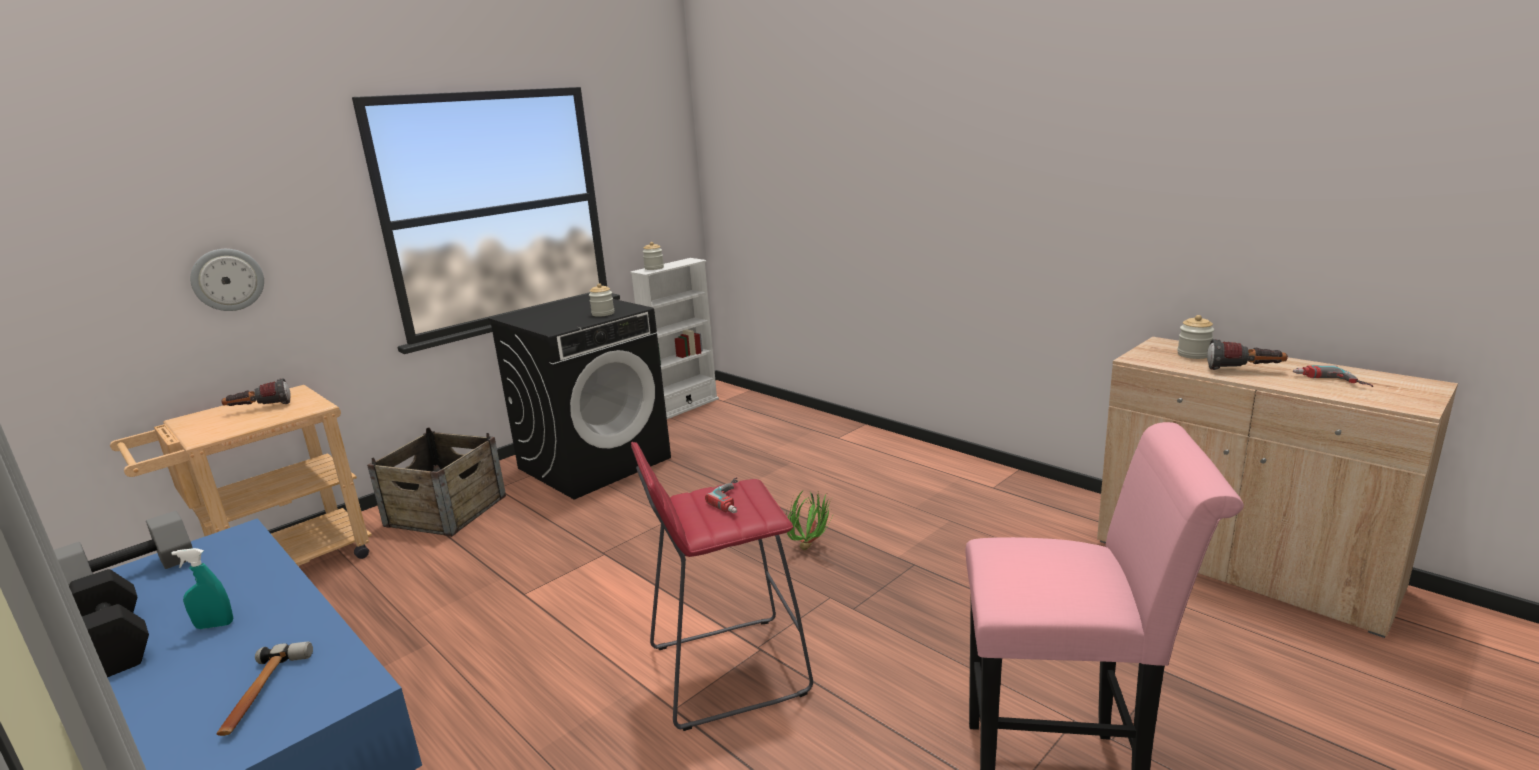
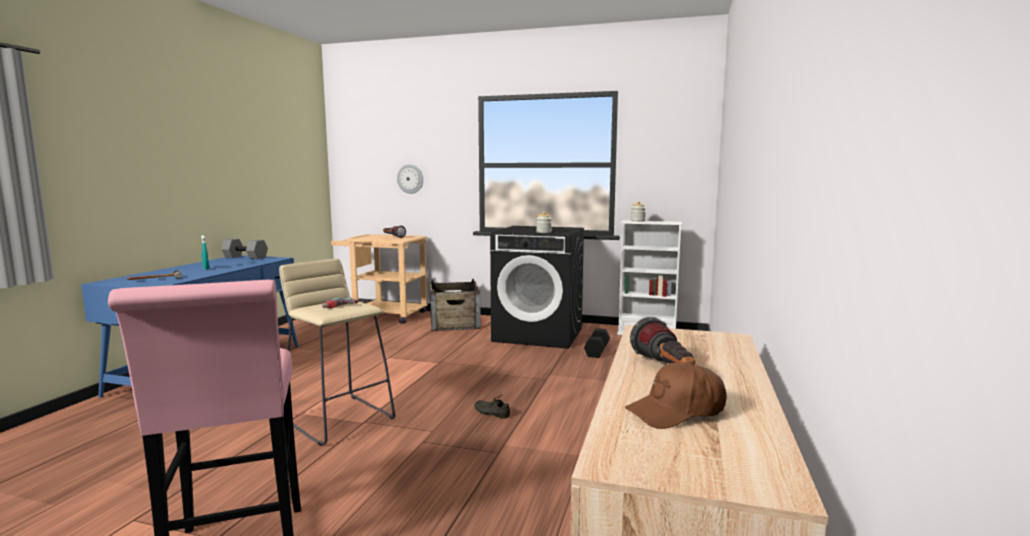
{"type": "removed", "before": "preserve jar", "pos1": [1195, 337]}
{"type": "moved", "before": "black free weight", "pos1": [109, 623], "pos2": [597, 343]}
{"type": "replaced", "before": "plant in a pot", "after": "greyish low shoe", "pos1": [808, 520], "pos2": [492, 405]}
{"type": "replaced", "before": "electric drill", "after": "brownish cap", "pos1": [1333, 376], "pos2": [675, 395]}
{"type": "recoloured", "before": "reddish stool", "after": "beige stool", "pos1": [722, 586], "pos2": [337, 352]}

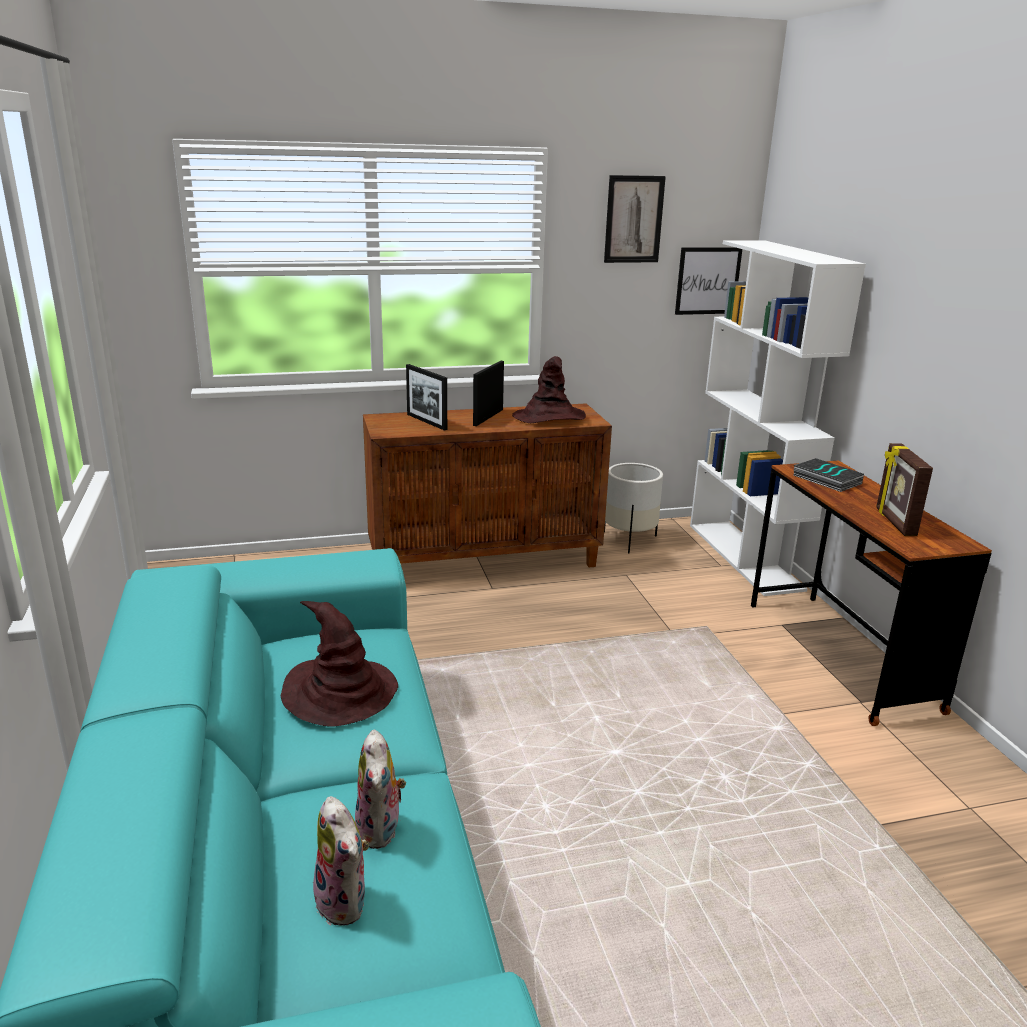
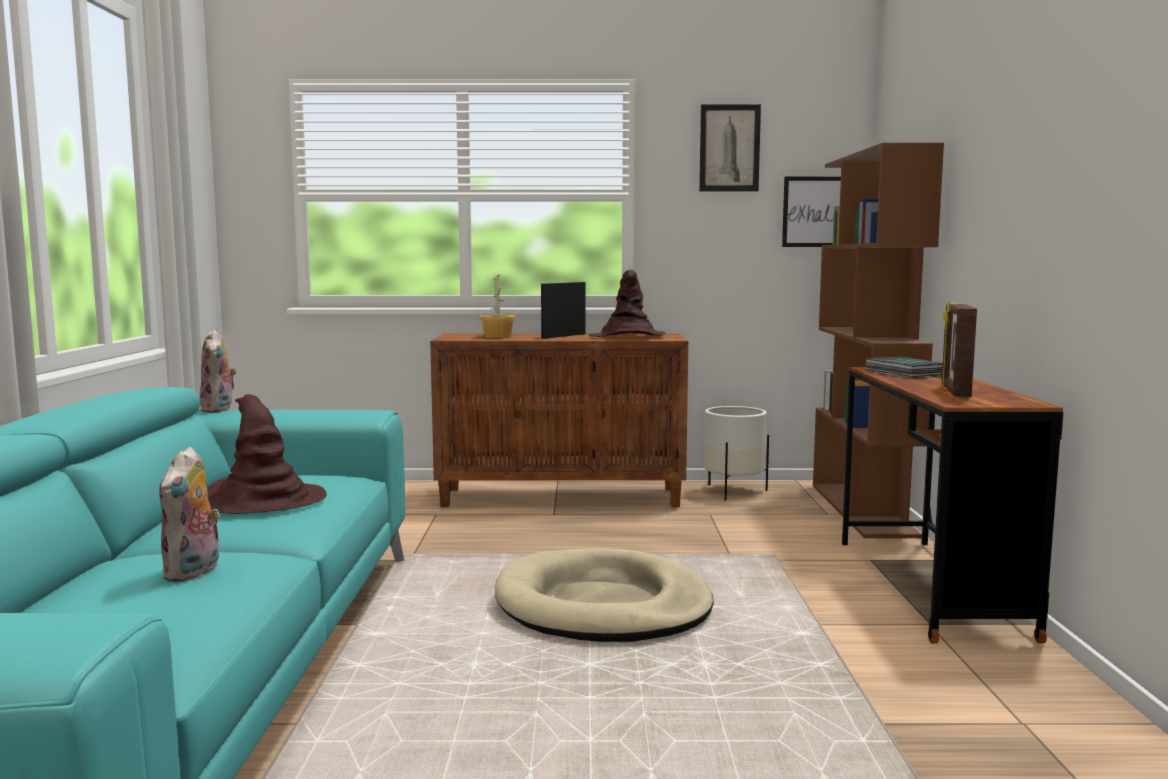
{"type": "added", "after": "beige pet bed", "pos2": [604, 595]}
{"type": "moved", "before": "soft toy", "pos1": [341, 861], "pos2": [218, 371]}
{"type": "replaced", "before": "photo frame", "after": "plant in a pot", "pos1": [426, 397], "pos2": [497, 306]}
{"type": "recoloured", "before": "white shelving unit", "after": "brownish shelving unit", "pos1": [778, 418], "pos2": [878, 340]}

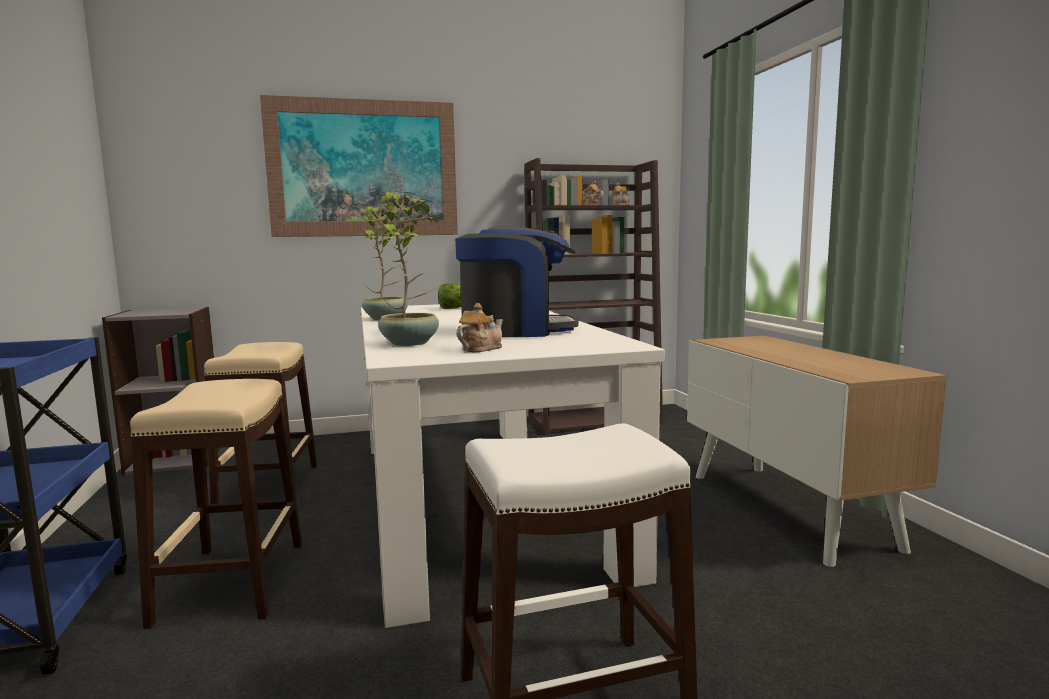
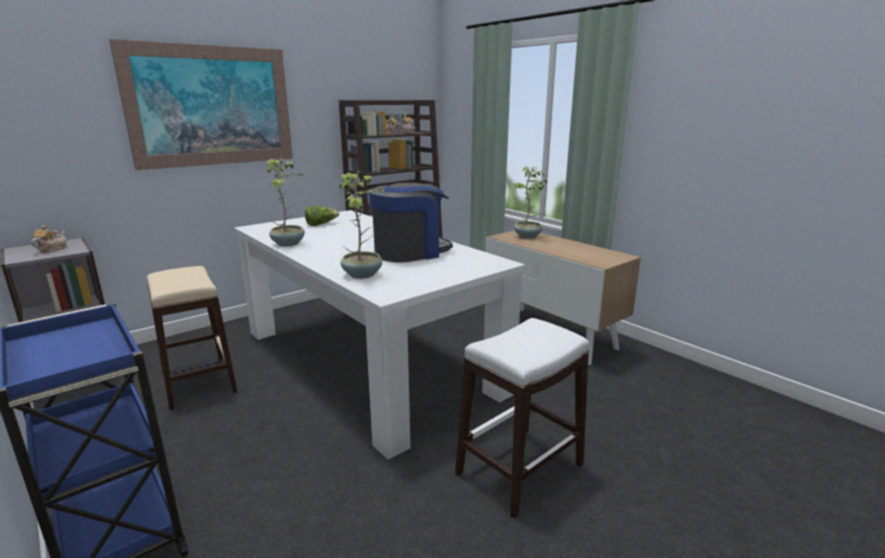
{"type": "removed", "before": "beige stool", "pos1": [216, 504]}
{"type": "added", "after": "plant in a pot", "pos2": [530, 202]}
{"type": "moved", "before": "pot for tea", "pos1": [479, 327], "pos2": [49, 239]}

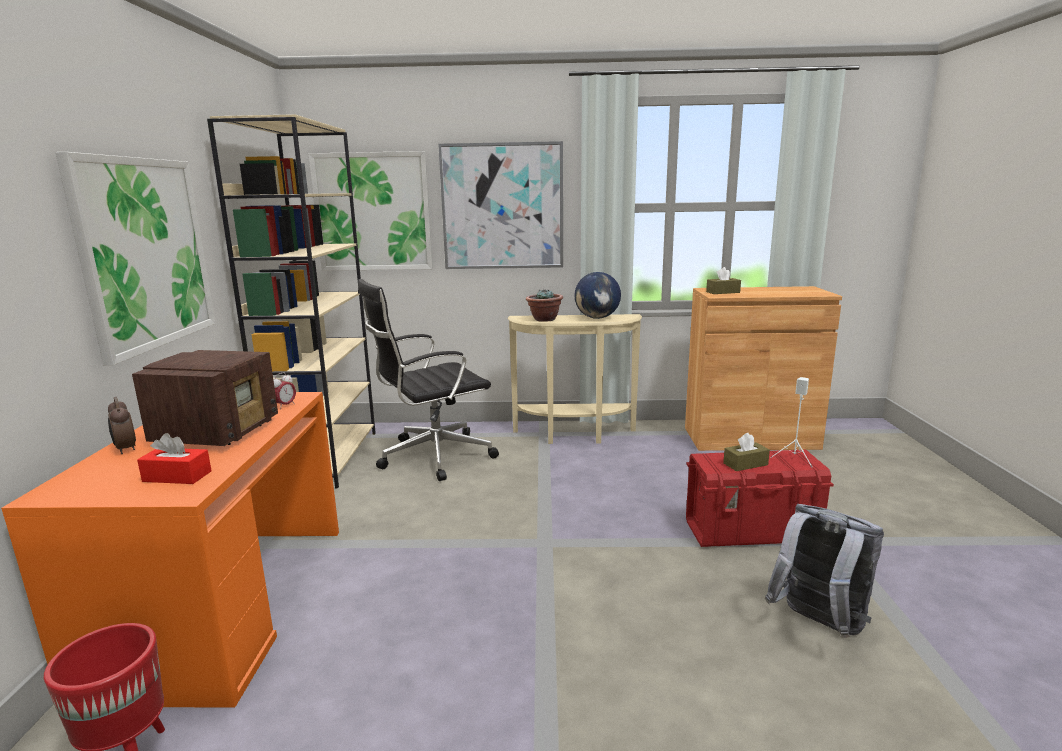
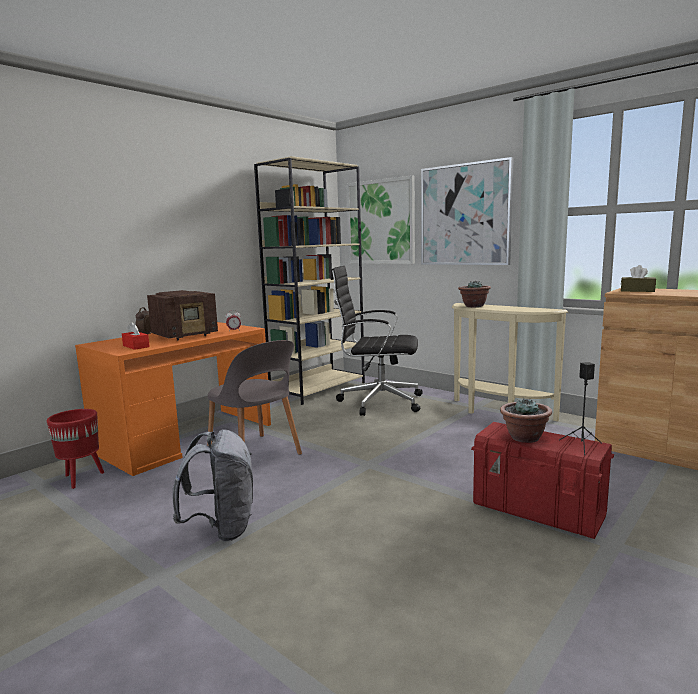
{"type": "removed", "before": "picture", "pos1": [136, 258]}
{"type": "removed", "before": "world globe", "pos1": [597, 295]}
{"type": "added", "after": "greyish chair", "pos2": [254, 397]}
{"type": "moved", "before": "greyish rucksack", "pos1": [824, 571], "pos2": [213, 485]}
{"type": "replaced", "before": "brownish box of tissues", "after": "plant in a pot", "pos1": [746, 452], "pos2": [526, 420]}
{"type": "recoloured", "before": "white loudspeaker", "after": "black loudspeaker", "pos1": [791, 422], "pos2": [580, 408]}

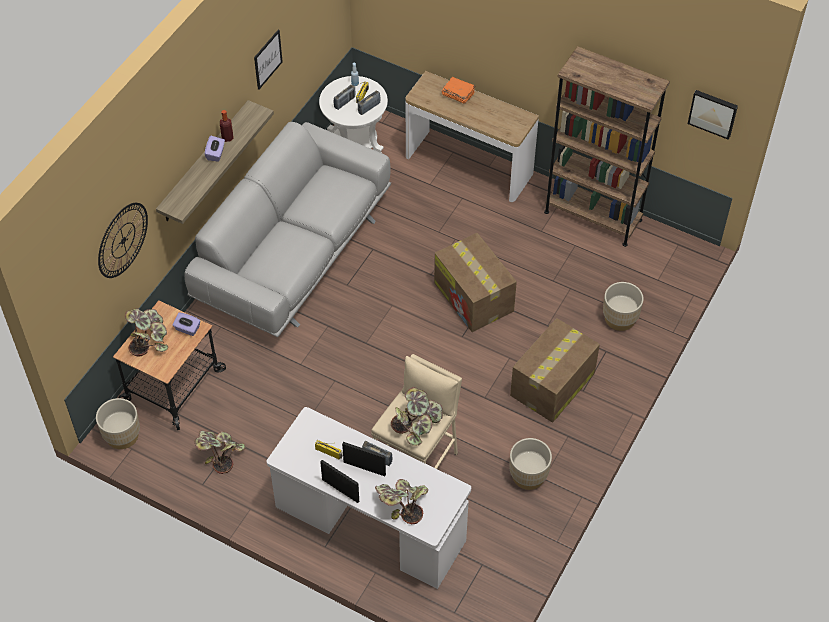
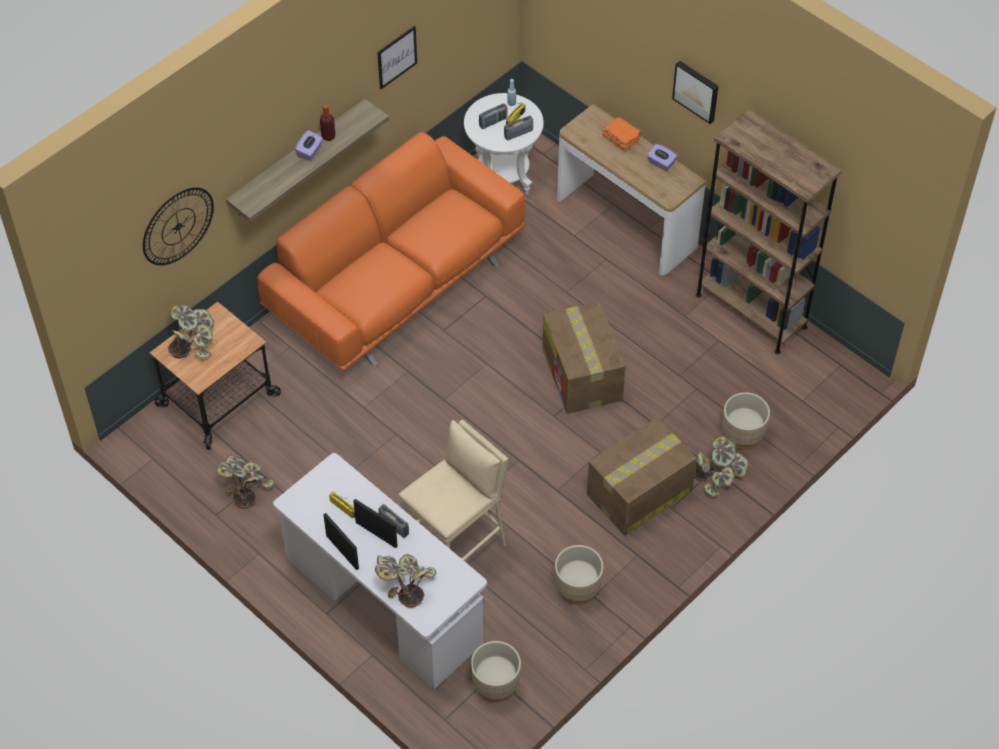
{"type": "moved", "before": "beige planter", "pos1": [118, 423], "pos2": [496, 672]}
{"type": "moved", "before": "purple-coloured box of tissues", "pos1": [186, 324], "pos2": [662, 157]}
{"type": "moved", "before": "plant in a pot", "pos1": [417, 416], "pos2": [721, 466]}
{"type": "moved", "before": "picture", "pos1": [713, 115], "pos2": [695, 92]}
{"type": "recoloured", "before": "greyish settee", "after": "orange settee", "pos1": [287, 229], "pos2": [391, 251]}

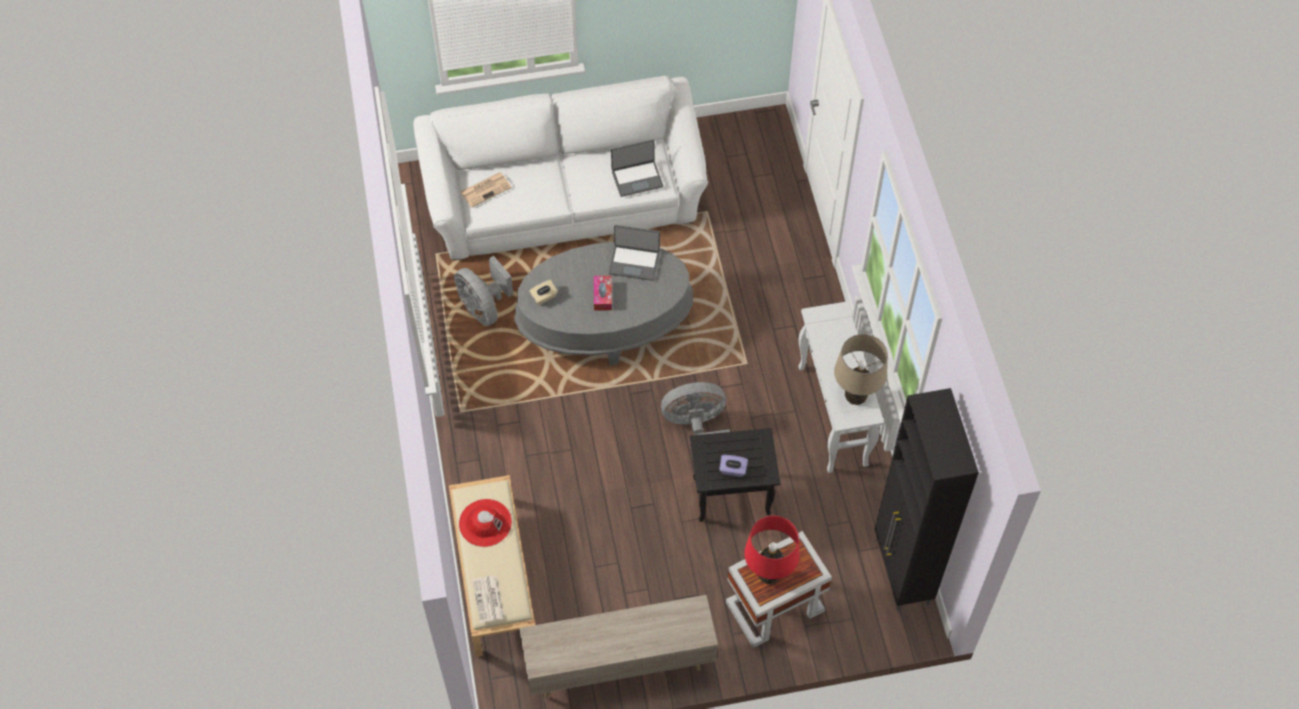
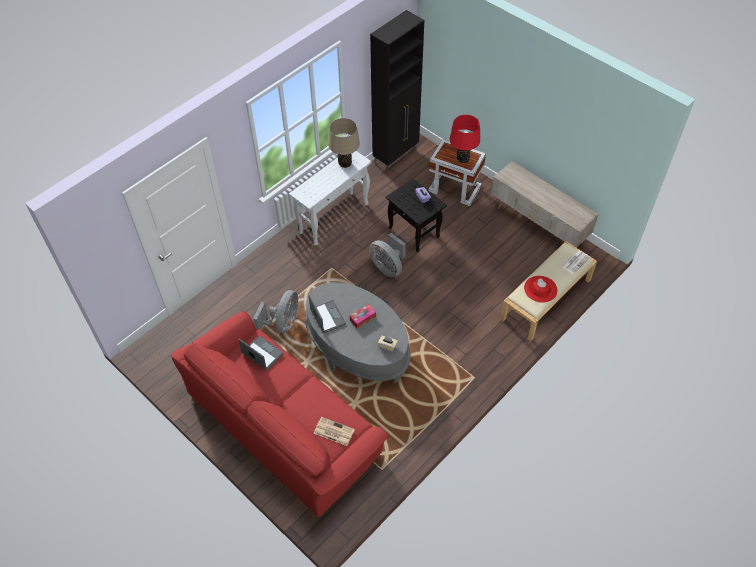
{"type": "moved", "before": "greyish cooling fan", "pos1": [483, 291], "pos2": [275, 311]}
{"type": "recoloured", "before": "white settee", "after": "reddish settee", "pos1": [560, 168], "pos2": [280, 414]}

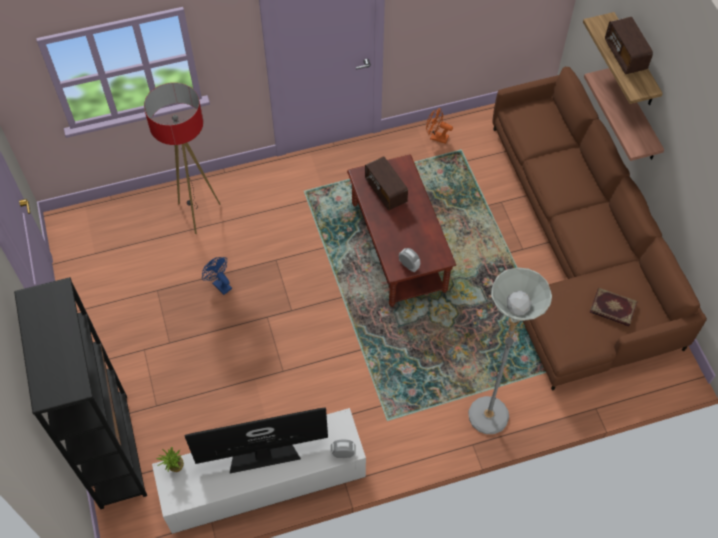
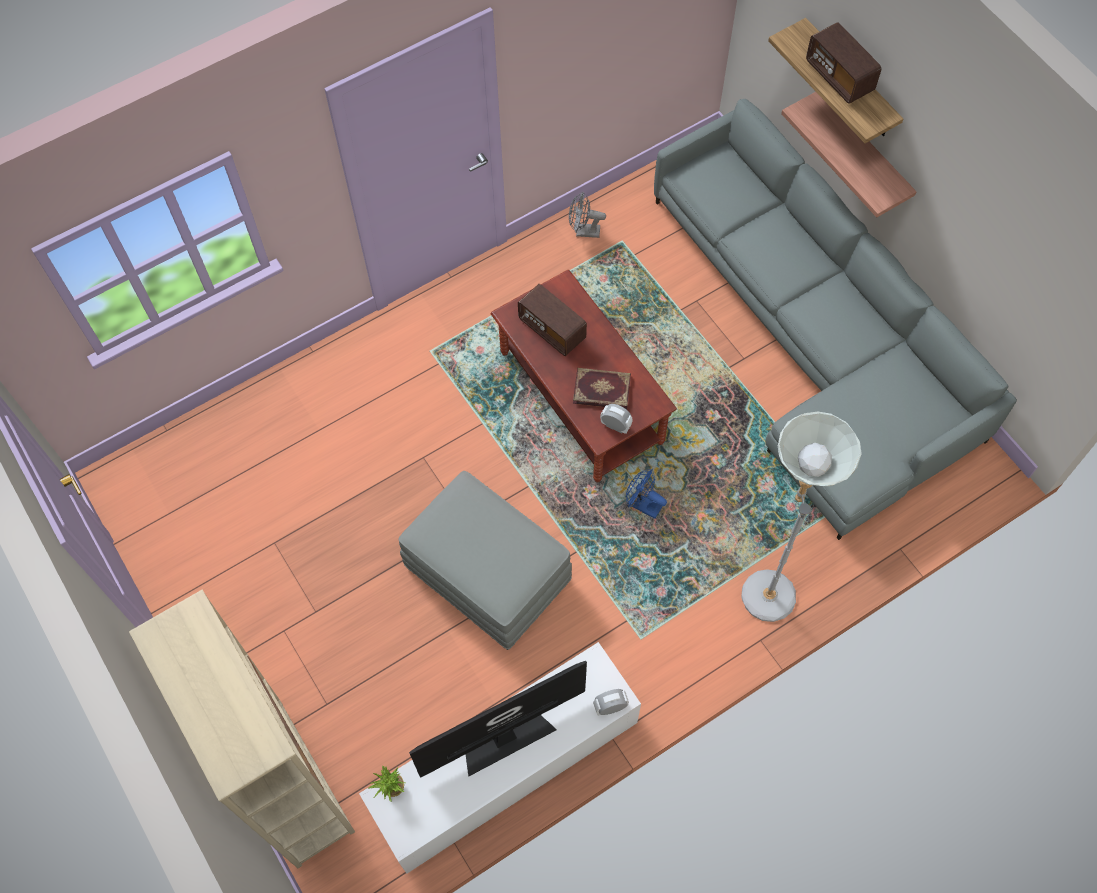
{"type": "removed", "before": "standard lamp", "pos1": [182, 158]}
{"type": "added", "after": "greyish pouffe", "pos2": [485, 560]}
{"type": "moved", "before": "blue cooling fan", "pos1": [217, 276], "pos2": [646, 494]}
{"type": "moved", "before": "volume", "pos1": [613, 307], "pos2": [602, 388]}
{"type": "recoloured", "before": "black shelving unit", "after": "beige shelving unit", "pos1": [80, 393], "pos2": [242, 729]}
{"type": "recoloured", "before": "orange cooling fan", "after": "greyish cooling fan", "pos1": [439, 126], "pos2": [587, 215]}
{"type": "recoloured", "before": "brownish settee", "after": "greyish settee", "pos1": [599, 229], "pos2": [835, 319]}

